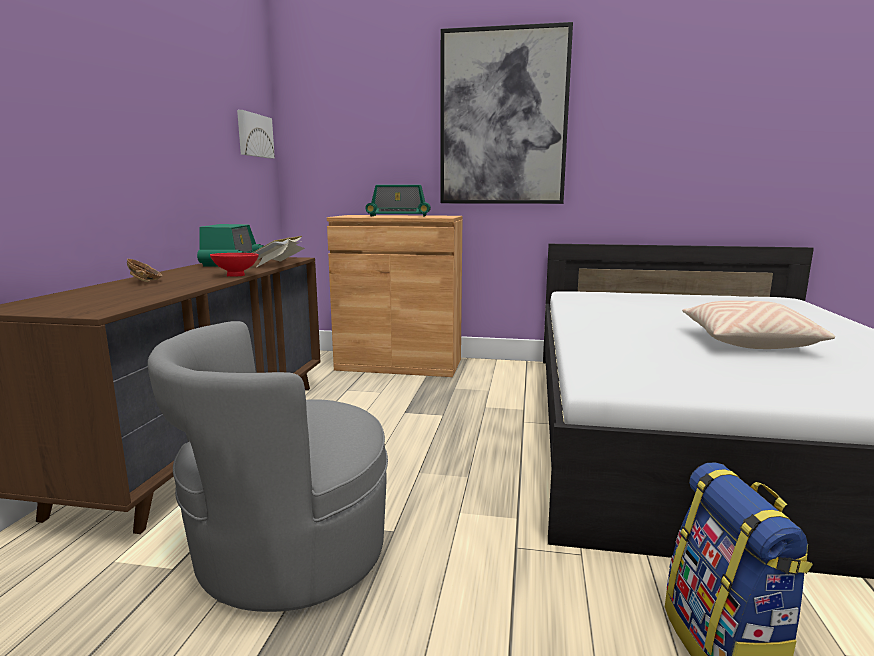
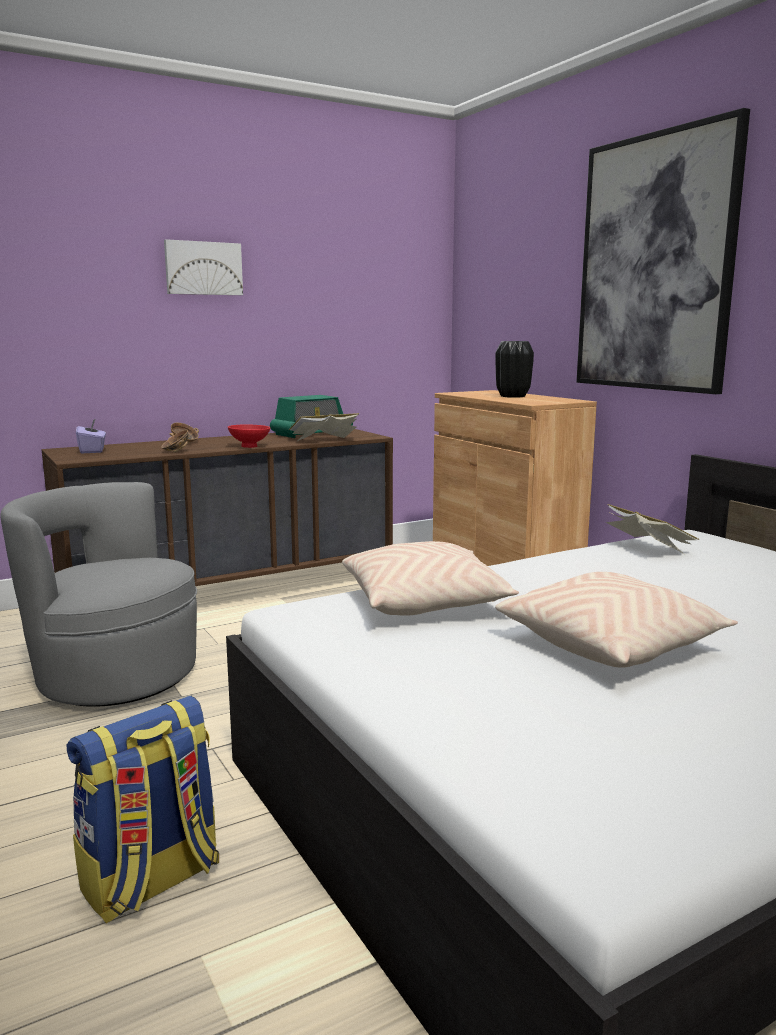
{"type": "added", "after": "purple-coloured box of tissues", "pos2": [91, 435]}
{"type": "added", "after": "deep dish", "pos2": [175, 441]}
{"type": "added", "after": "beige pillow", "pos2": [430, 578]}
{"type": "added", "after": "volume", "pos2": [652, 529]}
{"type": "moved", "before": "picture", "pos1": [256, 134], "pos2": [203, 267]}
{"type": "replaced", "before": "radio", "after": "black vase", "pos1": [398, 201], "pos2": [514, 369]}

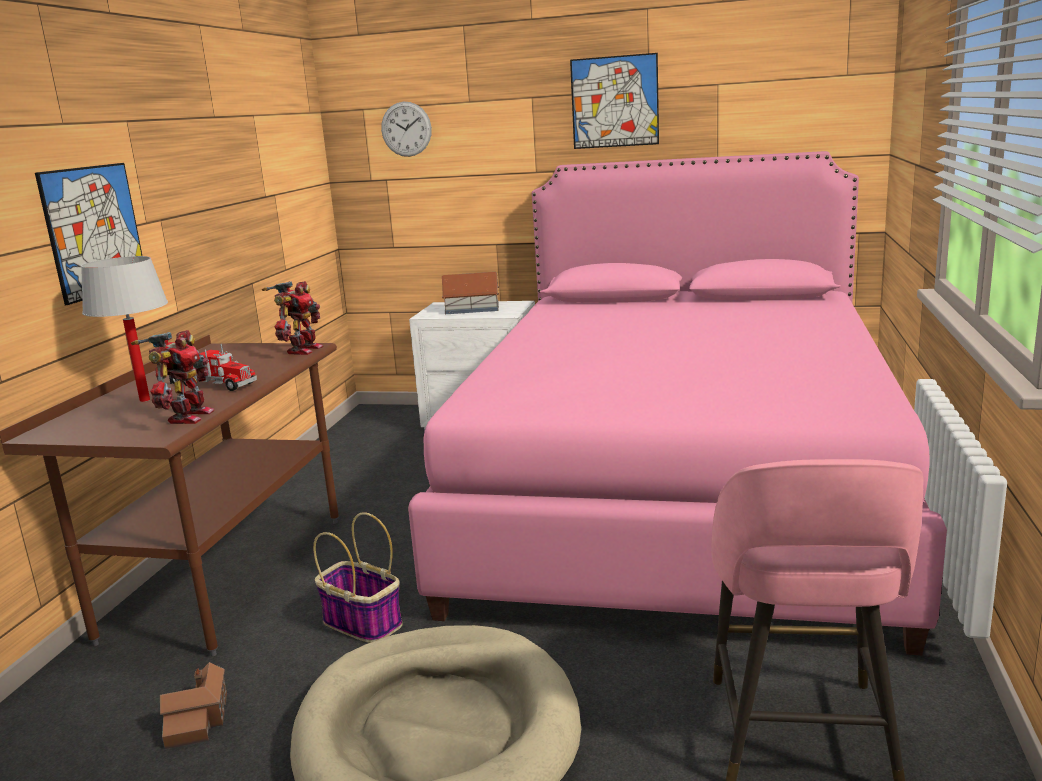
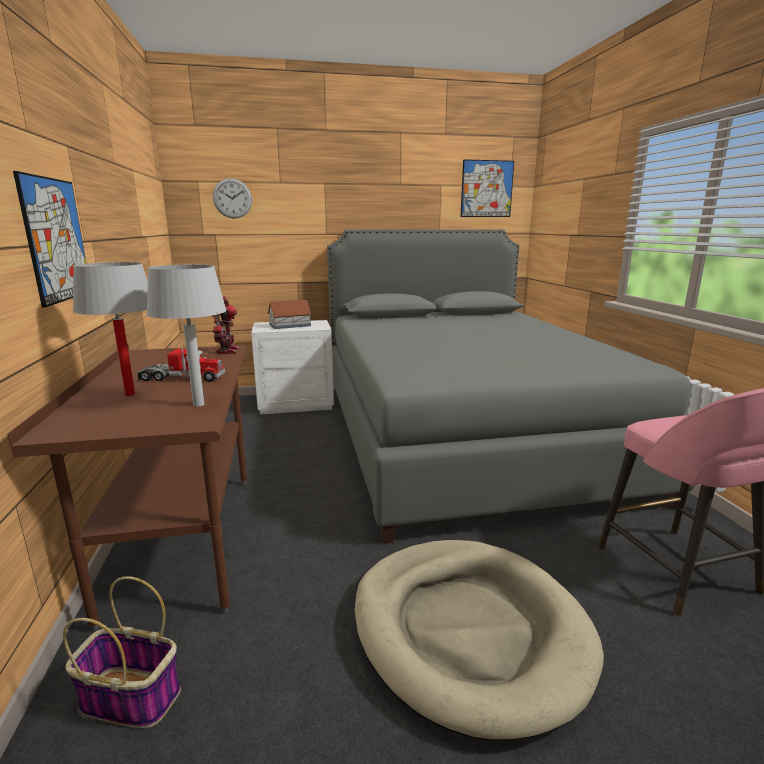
{"type": "removed", "before": "model house", "pos1": [193, 705]}
{"type": "moved", "before": "basket", "pos1": [358, 577], "pos2": [122, 652]}
{"type": "moved", "before": "picture", "pos1": [614, 101], "pos2": [487, 188]}
{"type": "replaced", "before": "model robot", "after": "greyish lamp for a table", "pos1": [173, 377], "pos2": [186, 335]}
{"type": "recoloured", "before": "pink-coloured sleeping bed", "after": "greyish sleeping bed", "pos1": [677, 403], "pos2": [510, 386]}

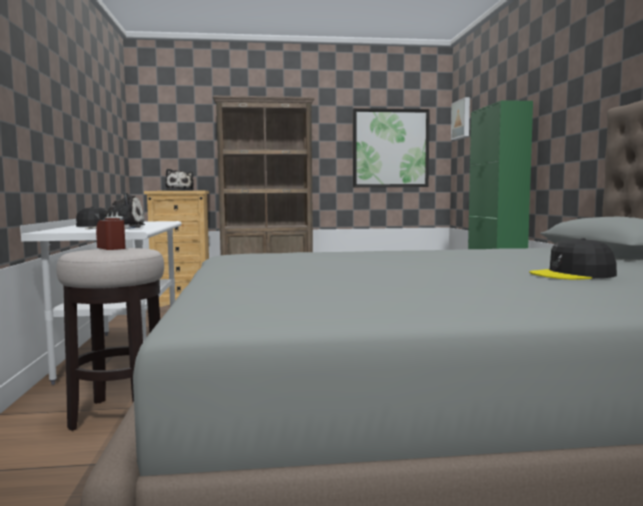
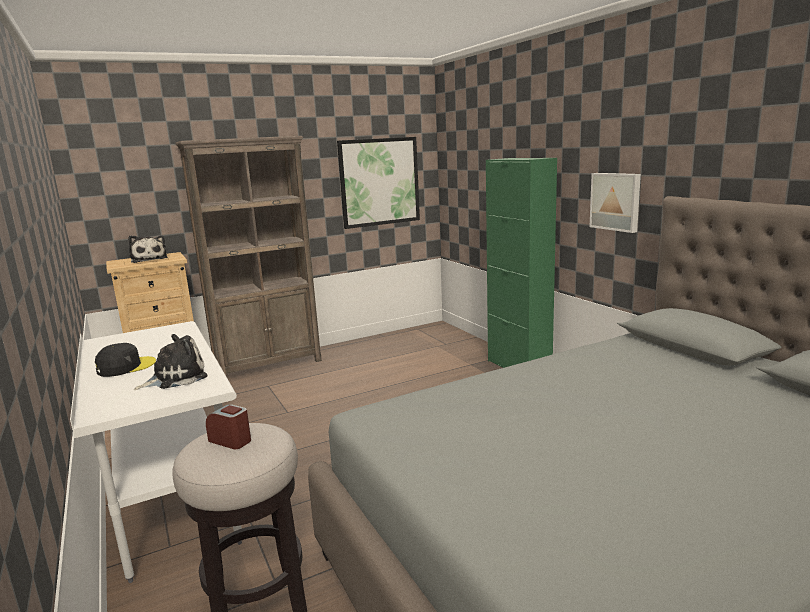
{"type": "removed", "before": "black cap", "pos1": [573, 259]}
{"type": "moved", "before": "picture", "pos1": [460, 118], "pos2": [615, 203]}

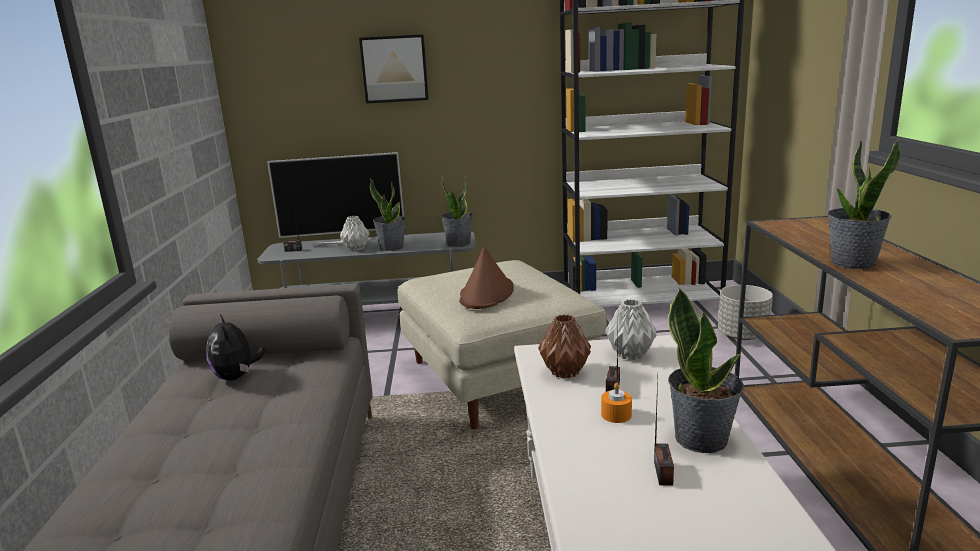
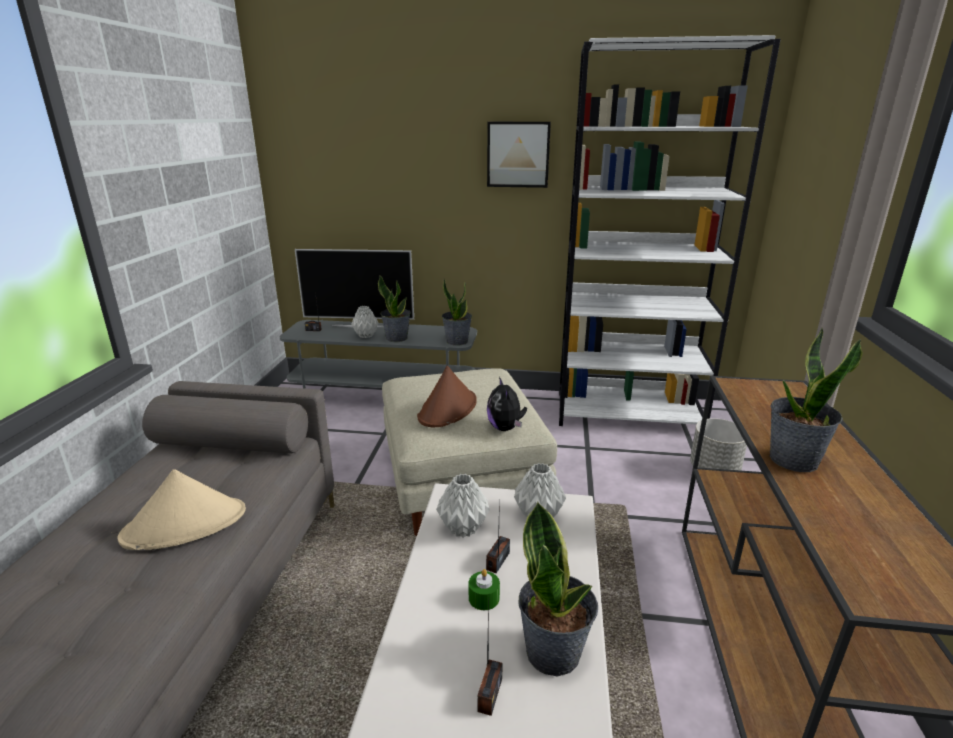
{"type": "added", "after": "beige hat", "pos2": [181, 509]}
{"type": "moved", "before": "soft toy", "pos1": [235, 347], "pos2": [507, 404]}
{"type": "moved", "before": "picture", "pos1": [394, 69], "pos2": [519, 155]}
{"type": "recoloured", "before": "brownish vase", "after": "greyish vase", "pos1": [564, 346], "pos2": [463, 506]}
{"type": "recoloured", "before": "orange wax light", "after": "green-coloured wax light", "pos1": [616, 403], "pos2": [484, 589]}

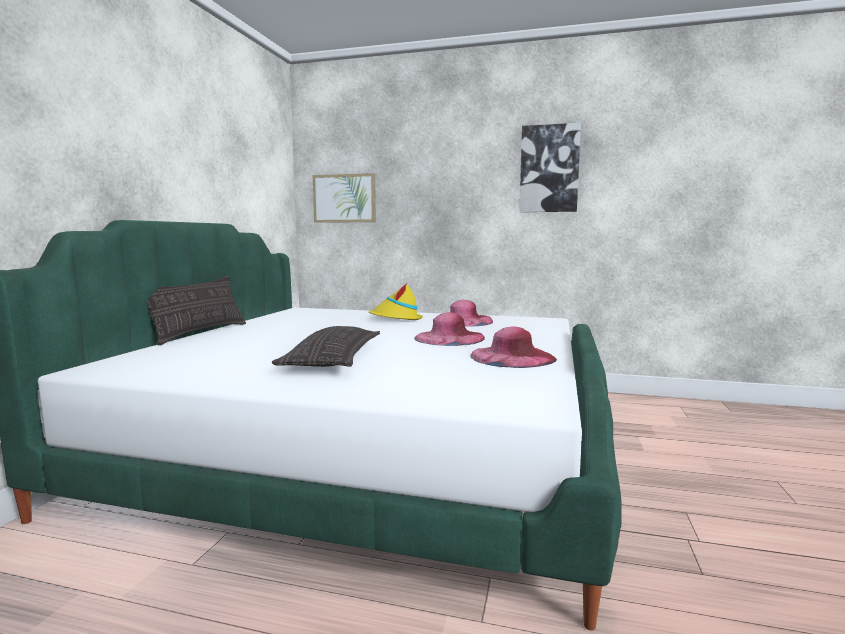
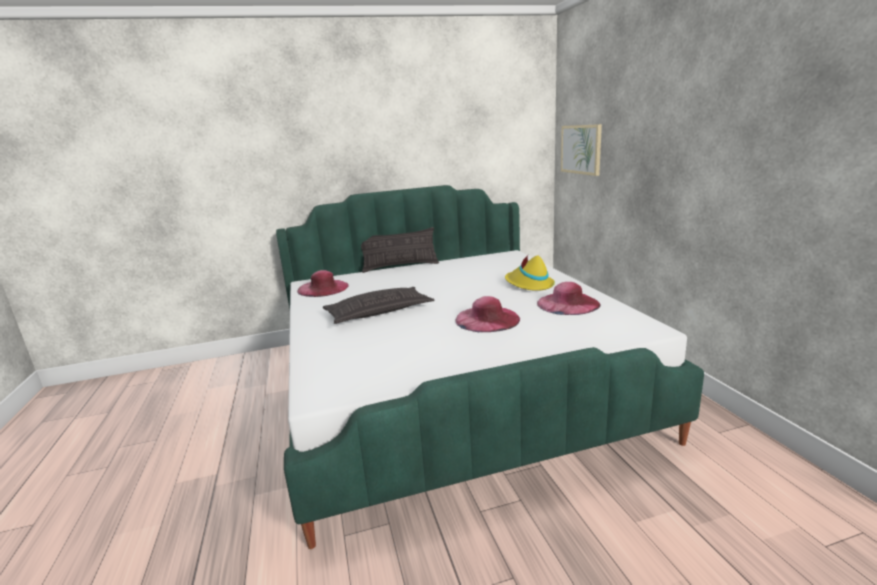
{"type": "removed", "before": "picture", "pos1": [550, 167]}
{"type": "moved", "before": "pink-coloured hat", "pos1": [513, 347], "pos2": [323, 283]}

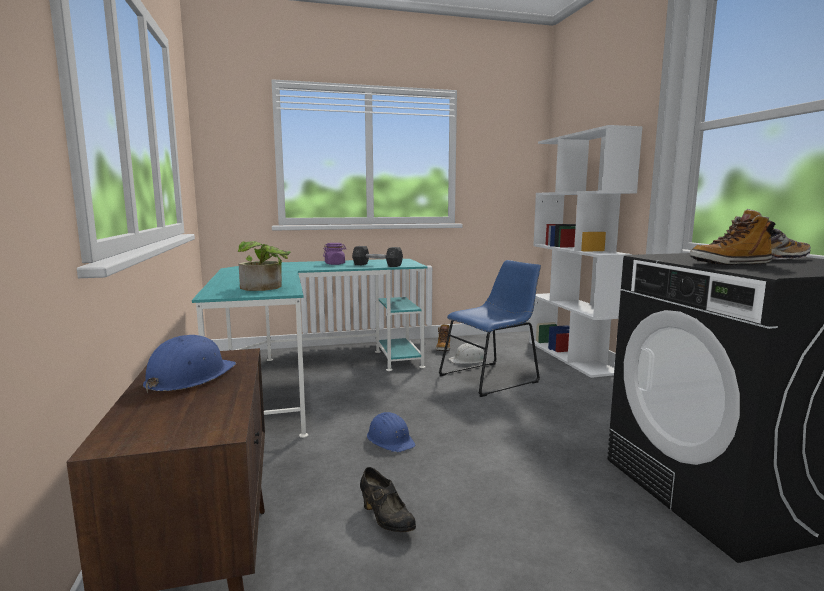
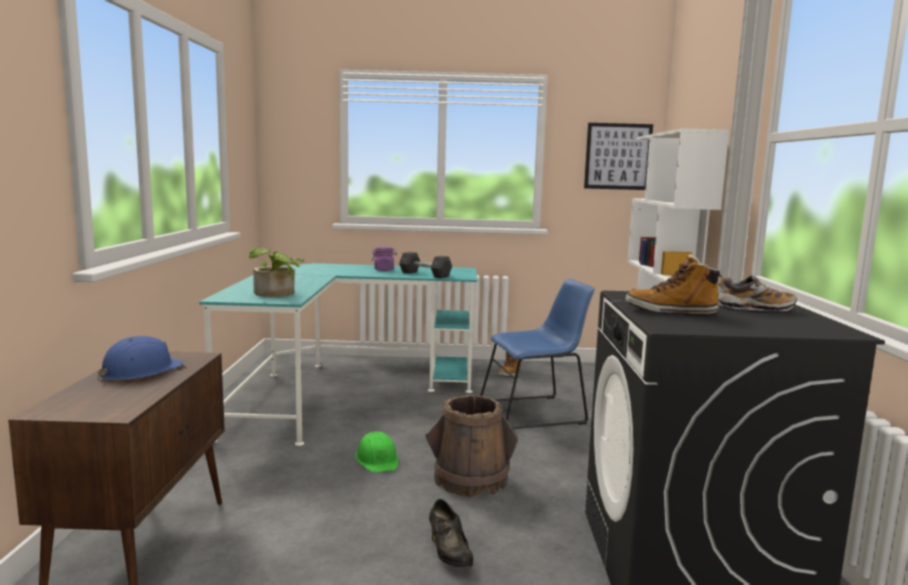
{"type": "removed", "before": "white hard hat", "pos1": [466, 353]}
{"type": "added", "after": "brownish bucket", "pos2": [471, 446]}
{"type": "added", "after": "picture", "pos2": [618, 156]}
{"type": "moved", "before": "black low shoe", "pos1": [388, 499], "pos2": [451, 533]}
{"type": "recoloured", "before": "blue hard hat", "after": "green-coloured hard hat", "pos1": [391, 432], "pos2": [376, 451]}

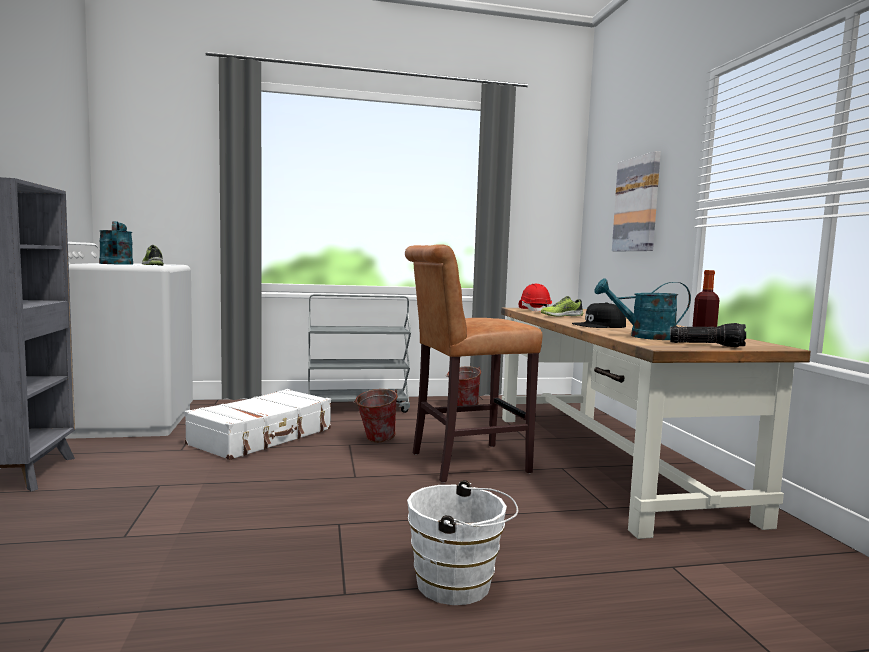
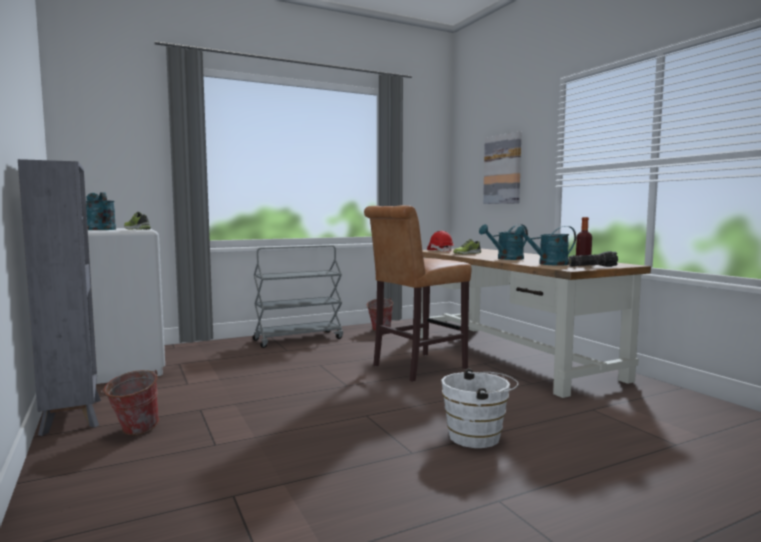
{"type": "removed", "before": "white travel case", "pos1": [258, 424]}
{"type": "moved", "before": "bucket", "pos1": [376, 415], "pos2": [130, 402]}
{"type": "replaced", "before": "black cap", "after": "turquoise-coloured sprinkling can", "pos1": [599, 315], "pos2": [503, 242]}

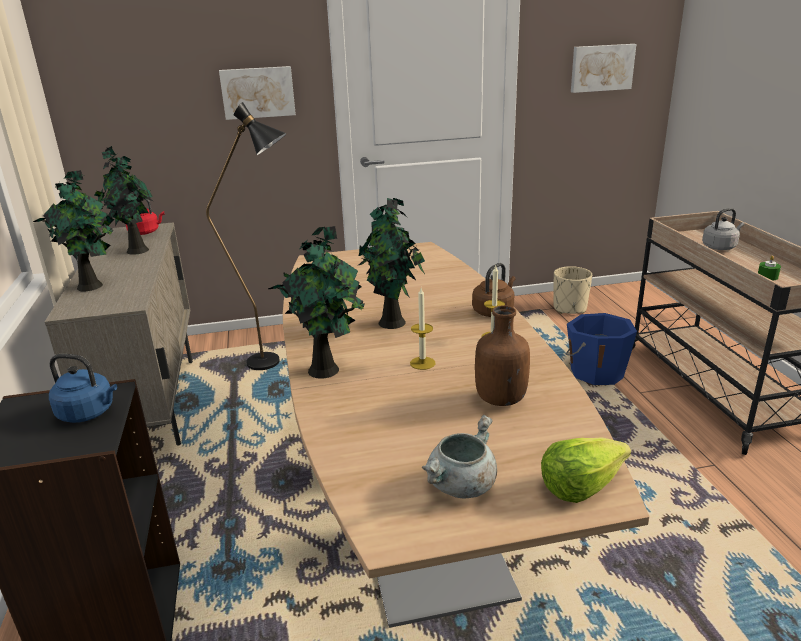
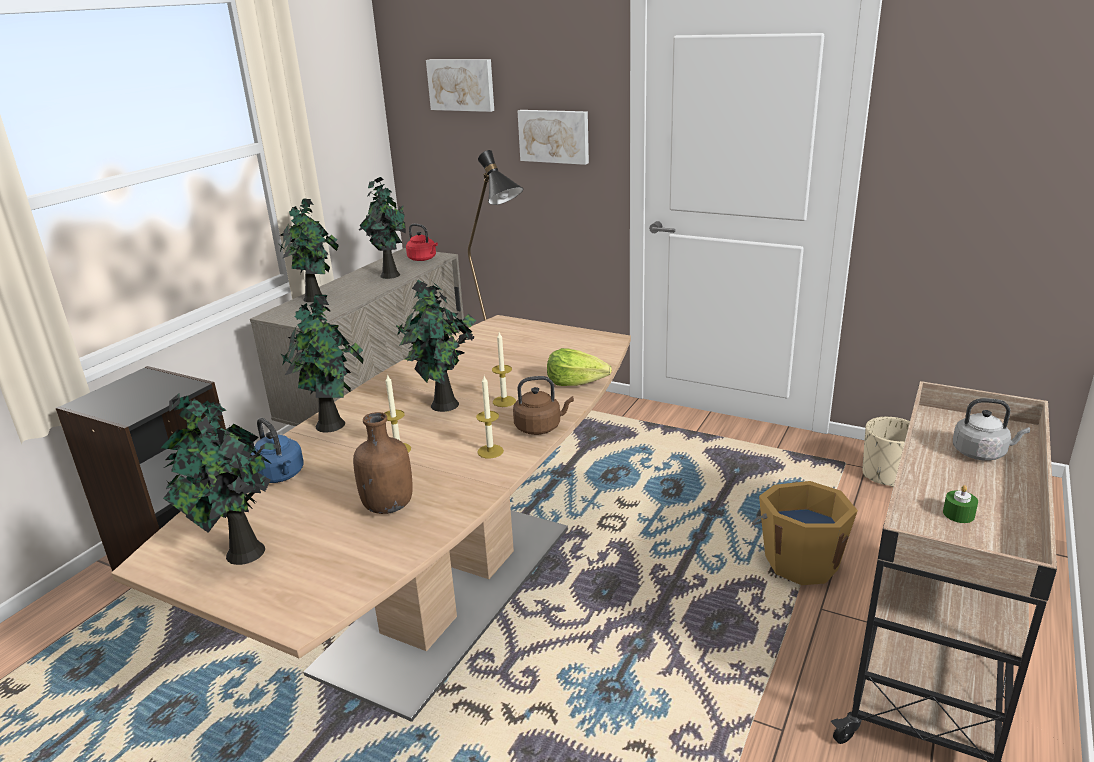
{"type": "added", "after": "wax light", "pos2": [504, 369]}
{"type": "moved", "before": "blue kettle", "pos1": [83, 388], "pos2": [277, 450]}
{"type": "moved", "before": "lettuce head", "pos1": [586, 470], "pos2": [579, 367]}
{"type": "moved", "before": "picture", "pos1": [603, 68], "pos2": [460, 85]}
{"type": "replaced", "before": "greyish cooking pot", "after": "plant in a pot", "pos1": [459, 457], "pos2": [221, 478]}
{"type": "recoloured", "before": "blue bucket", "after": "orange bucket", "pos1": [601, 349], "pos2": [805, 533]}

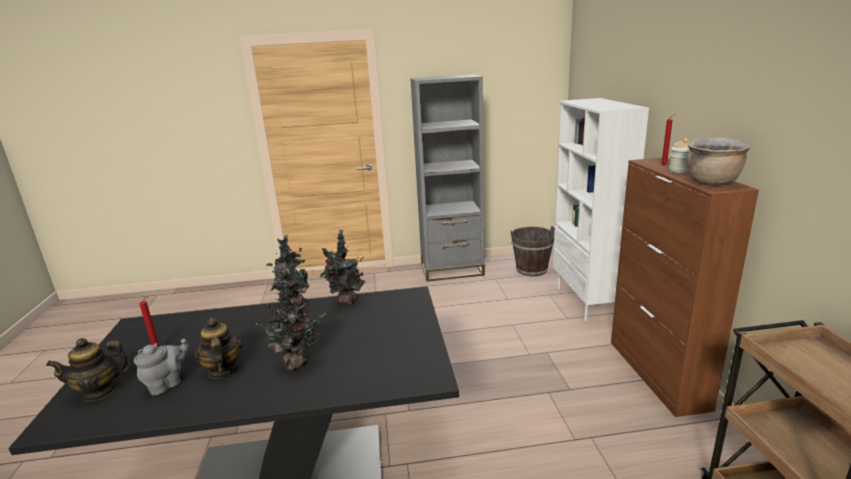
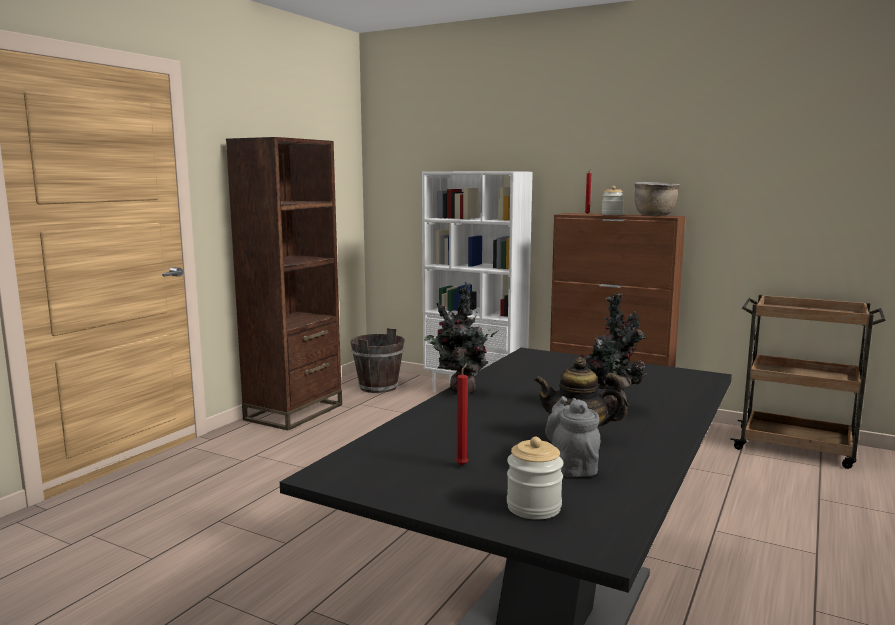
{"type": "removed", "before": "plant in a pot", "pos1": [343, 267]}
{"type": "replaced", "before": "pot for tea", "after": "preserve jar", "pos1": [89, 370], "pos2": [535, 478]}
{"type": "recoloured", "before": "greyish shelving unit", "after": "brownish shelving unit", "pos1": [447, 178], "pos2": [284, 283]}

